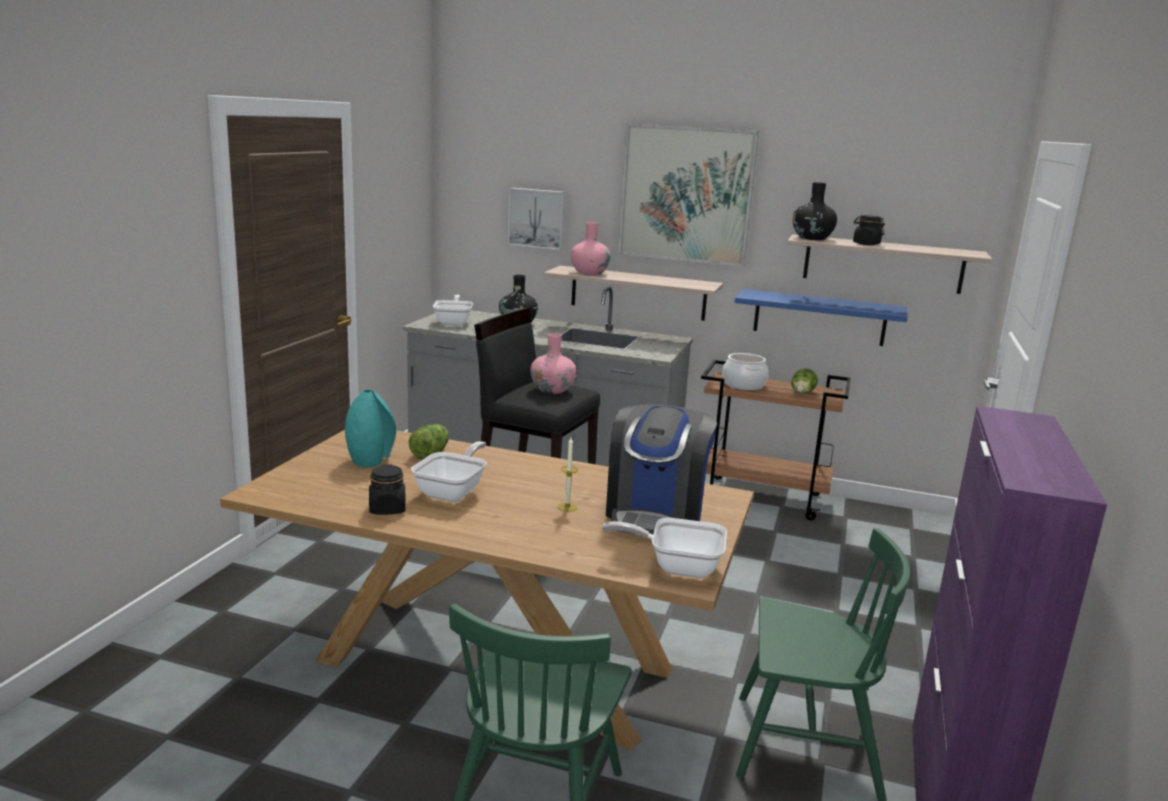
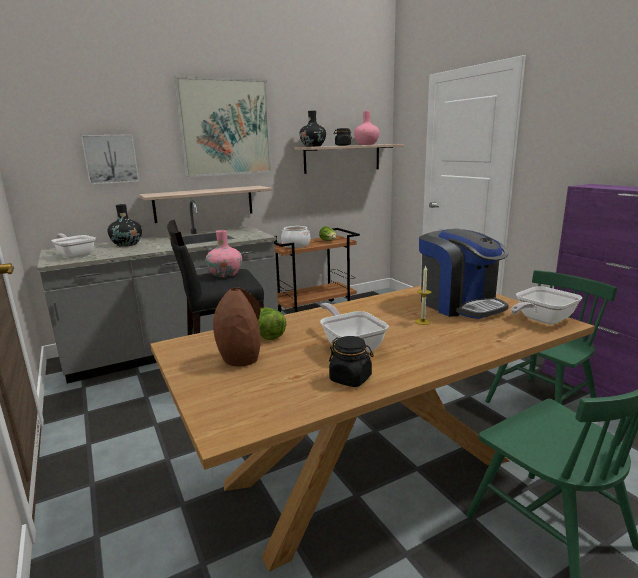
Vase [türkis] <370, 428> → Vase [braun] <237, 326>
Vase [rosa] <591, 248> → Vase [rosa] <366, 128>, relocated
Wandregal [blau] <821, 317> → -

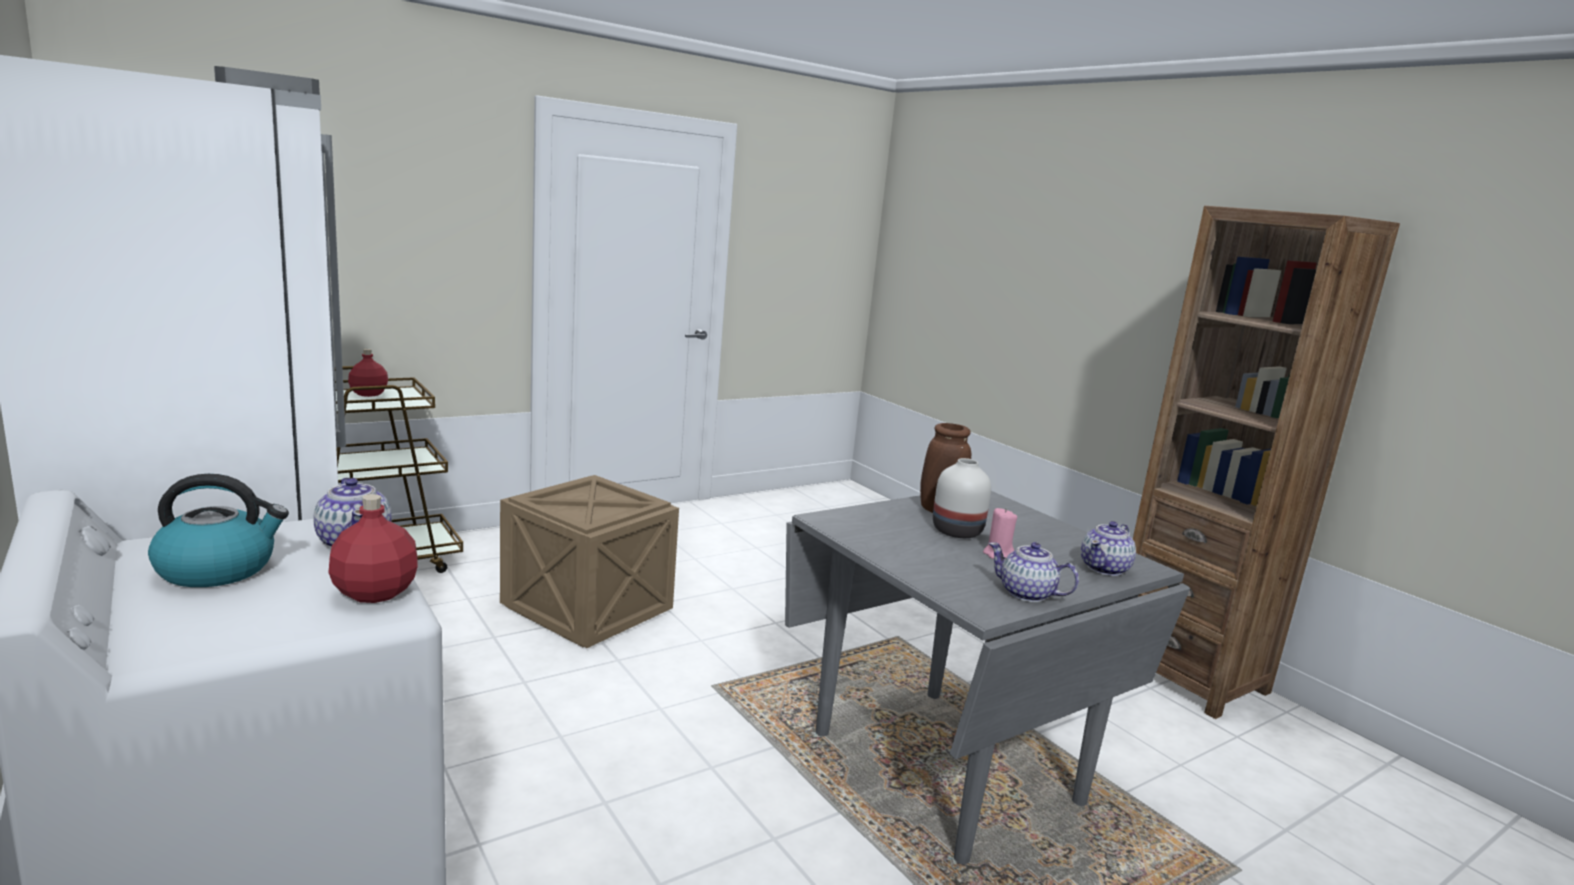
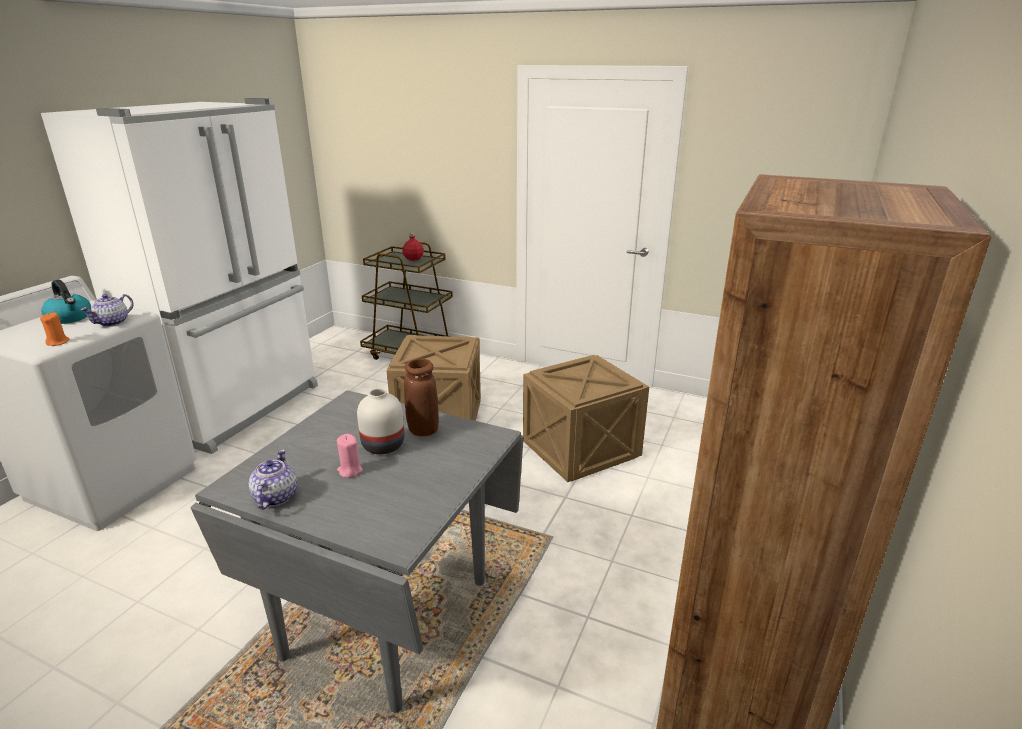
Flasche [rot] <373, 548> → Kerze [orange] <55, 329>
- → Kiste <586, 418>
Teekanne <1108, 548> → -

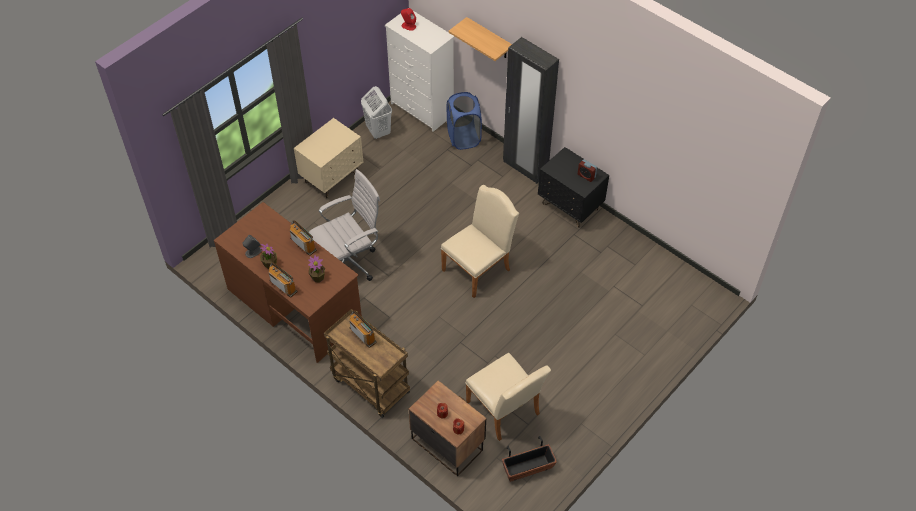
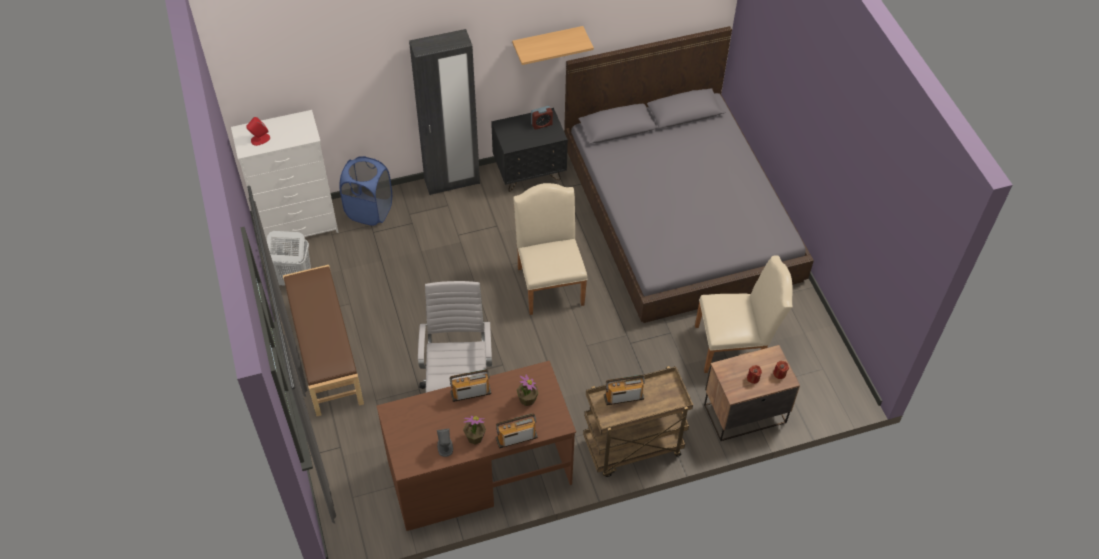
Nachttisch [beige] <328, 158> → Bank [braun] <323, 340>
Wandregal <480, 39> → Wandregal <553, 45>, relocated
- → Bett [grau] <689, 174>
Pflanzkübel <529, 459> → -

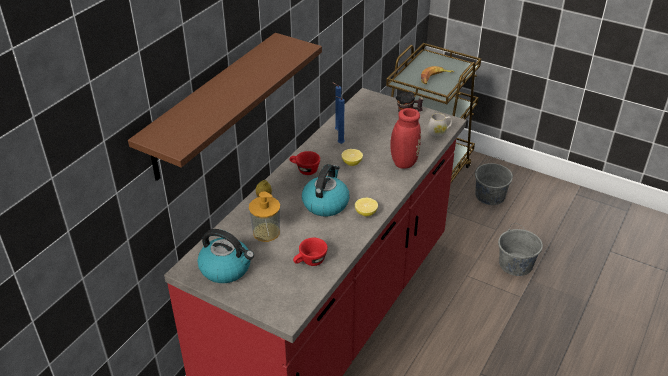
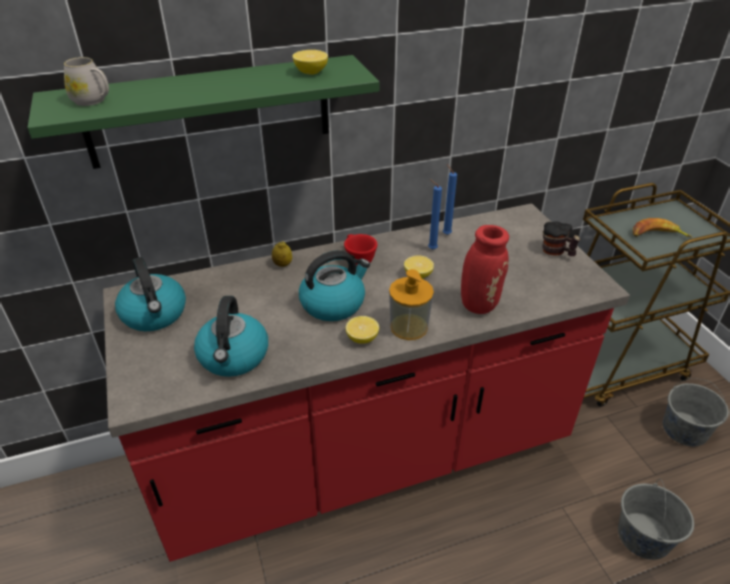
Wandregal [braun] <225, 107> → Wandregal [grün] <203, 112>
Henkelbecher [weiß] <440, 125> → Henkelbecher [weiß] <86, 81>, relocated
Tasse [rot] <310, 252> → Wasserkessel <231, 336>
- → Zitrone <310, 62>
Seifenspender <264, 216> → Seifenspender <411, 304>, relocated

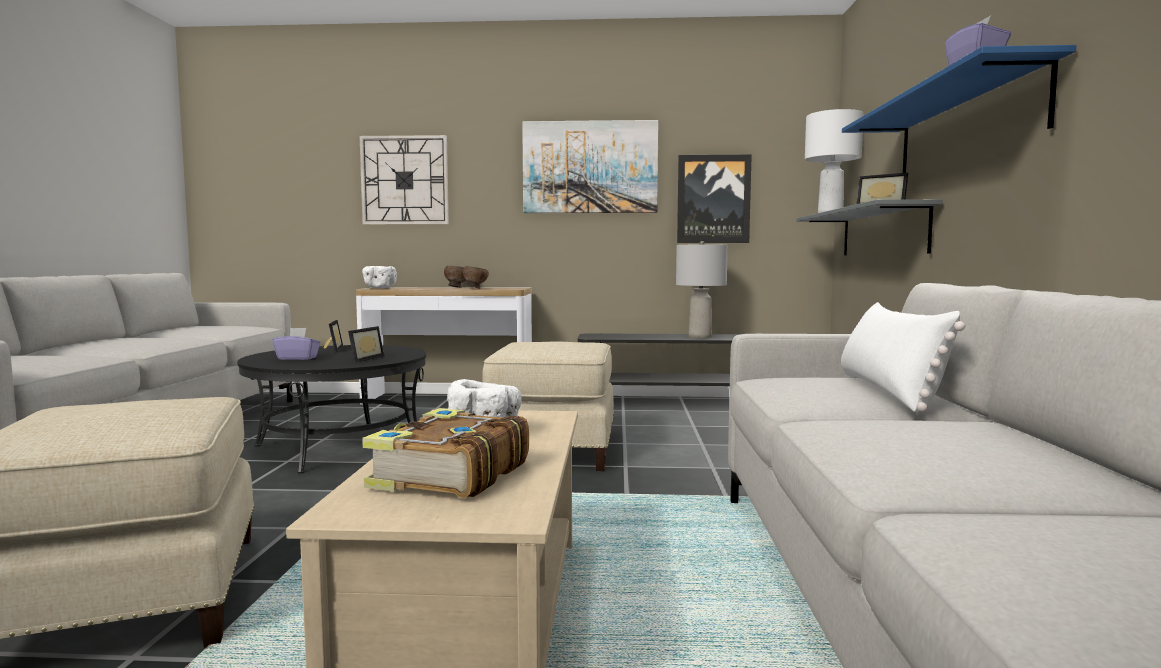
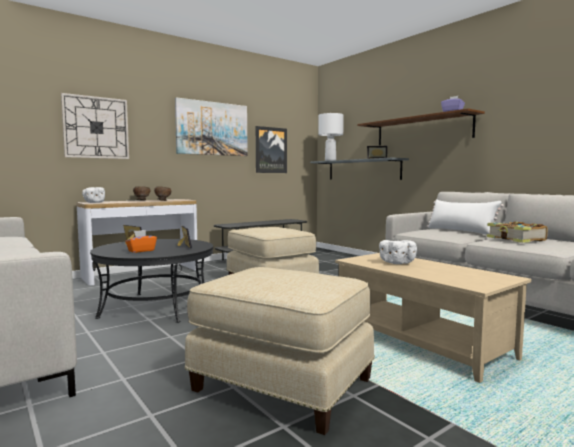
Taschentuchbox [lila] <296, 344> → Taschentuchbox [orange] <141, 241>
Wandregal [blau] <959, 109> → Wandregal [braun] <421, 126>
Buch <445, 453> → Buch <517, 232>, relocated
Tischlampe [grau] <702, 289> → -

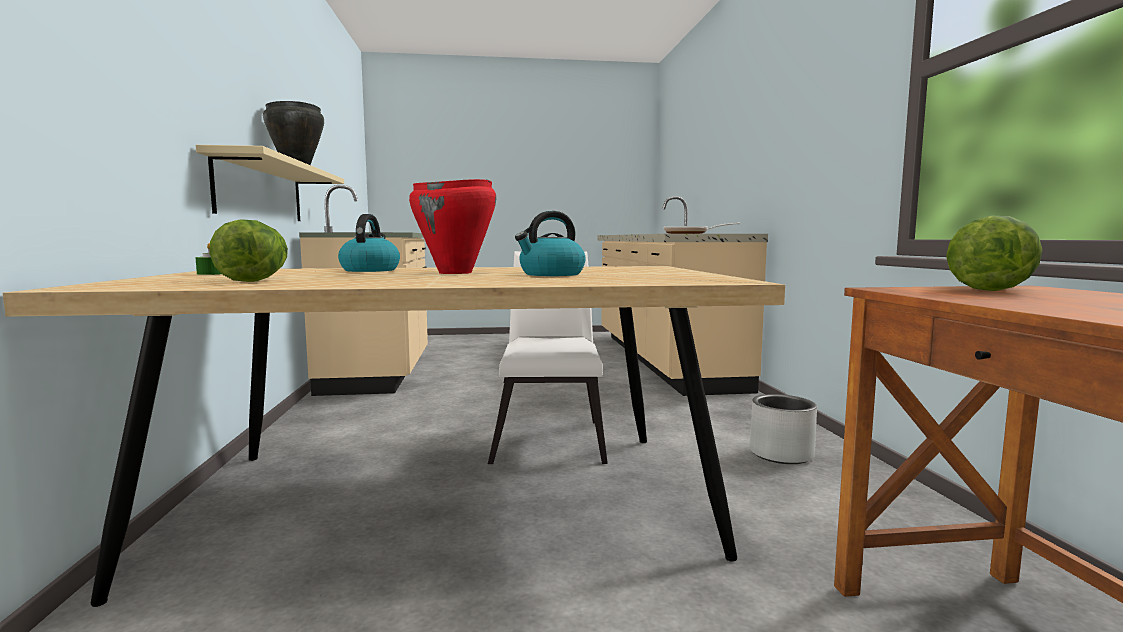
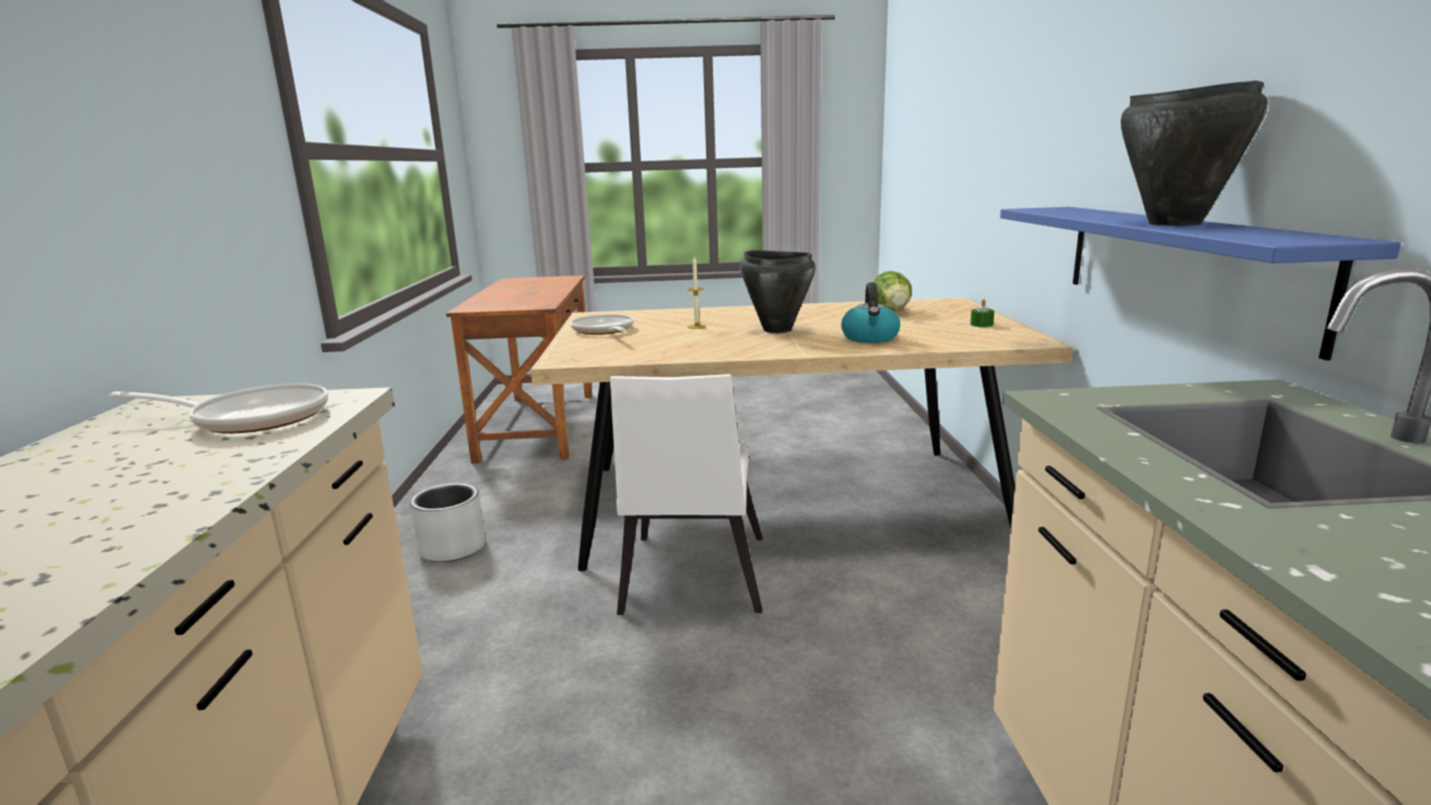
- → Pfanne <602, 324>
Wasserkessel <550, 243> → Kerze <697, 293>
Kochtopf [rot] <452, 226> → Kochtopf [schwarz] <777, 291>
Wandregal [beige] <270, 183> → Wandregal [blau] <1200, 284>
Salatkopf <994, 253> → -

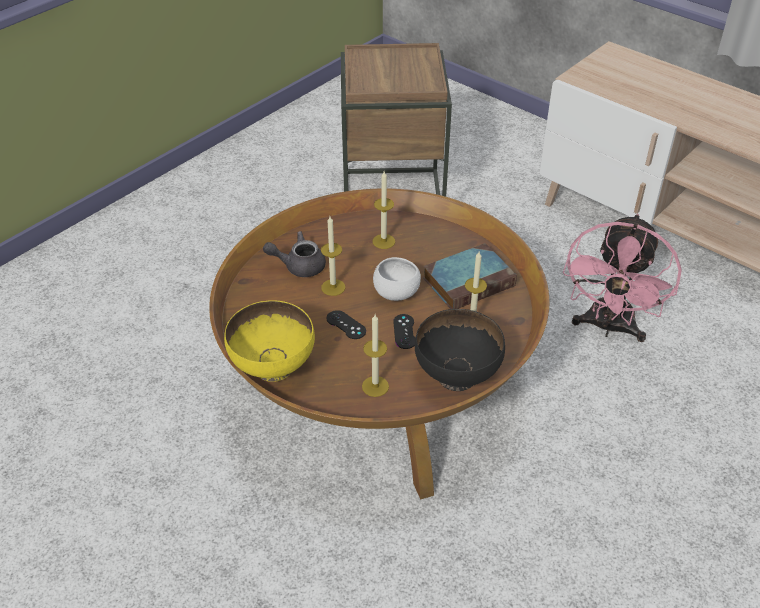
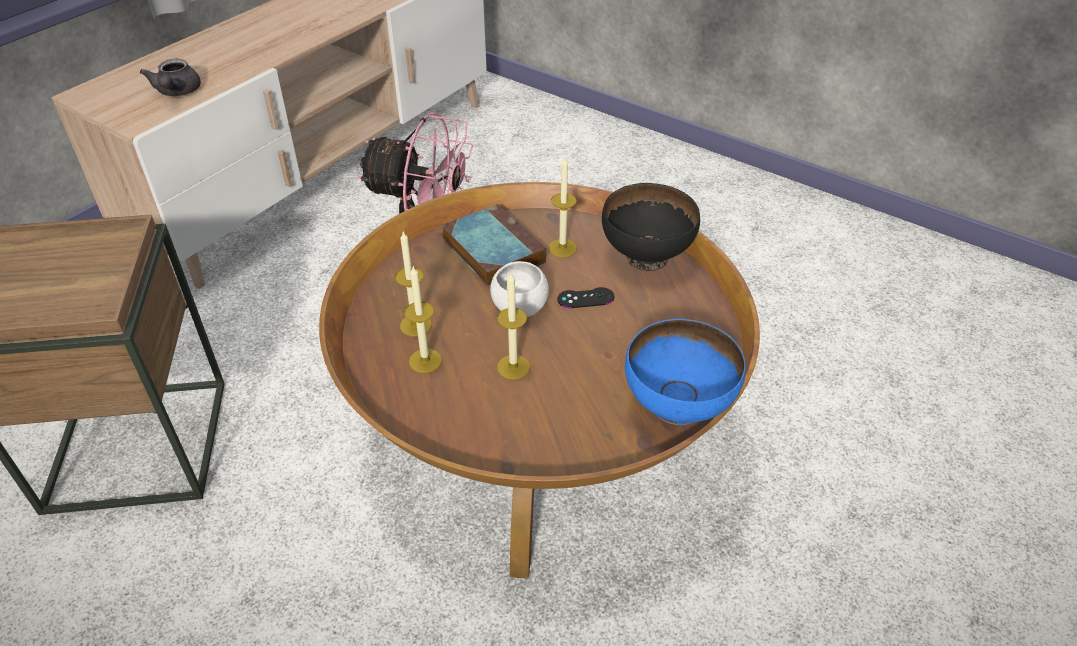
Teekanne [grau] <294, 254> → Teekanne [grau] <170, 77>, relocated
Kerze <375, 355> → Kerze <423, 320>, relocated
Schüssel [gelb] <269, 341> → Schüssel [blau] <685, 372>
Gamepad [schwarz] <346, 324> → -

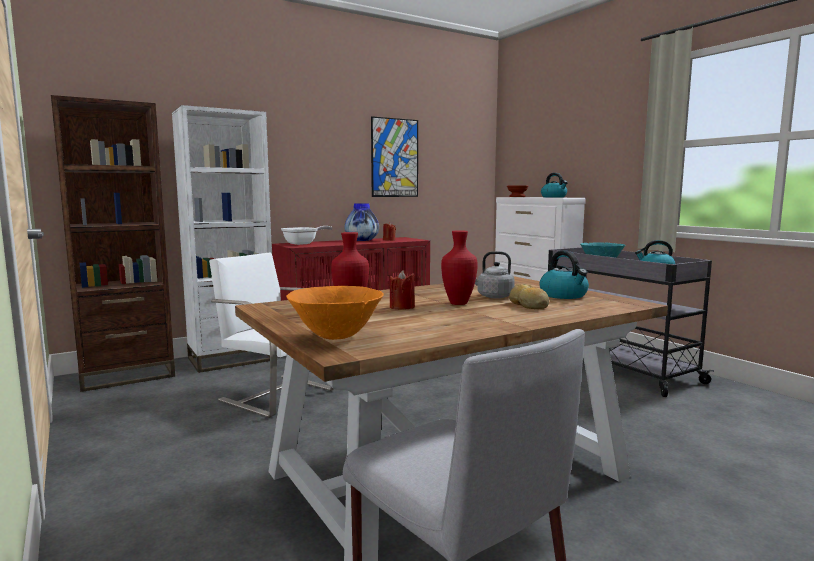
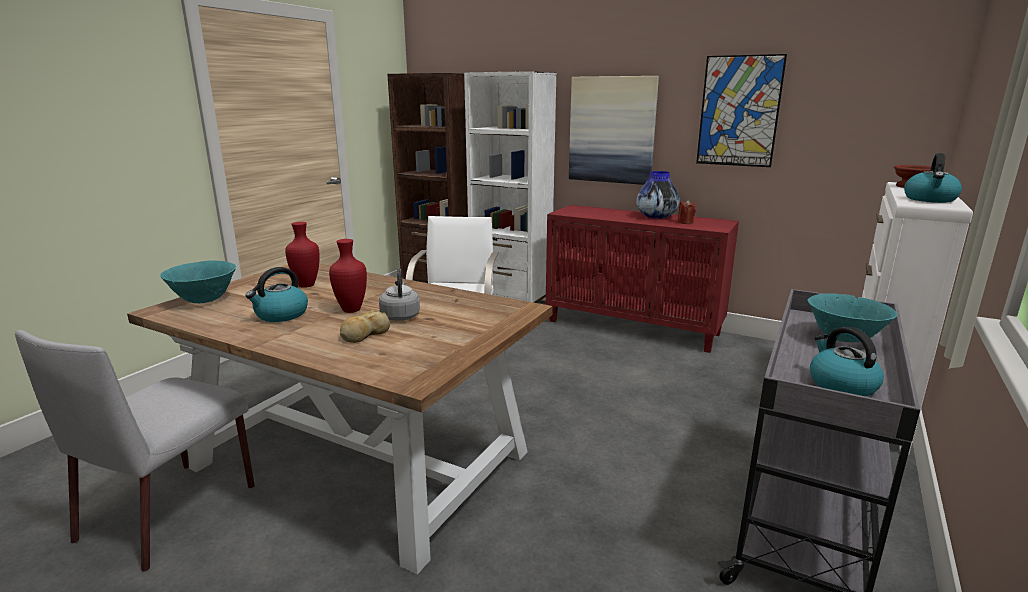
Schüssel [orange] <335, 313> → Schüssel [türkis] <198, 281>
Wasserkessel <564, 275> → Wasserkessel <277, 294>, relocated
- → Bild <614, 130>
Pfanne <306, 235> → -
Kerze [rot] <402, 290> → -

